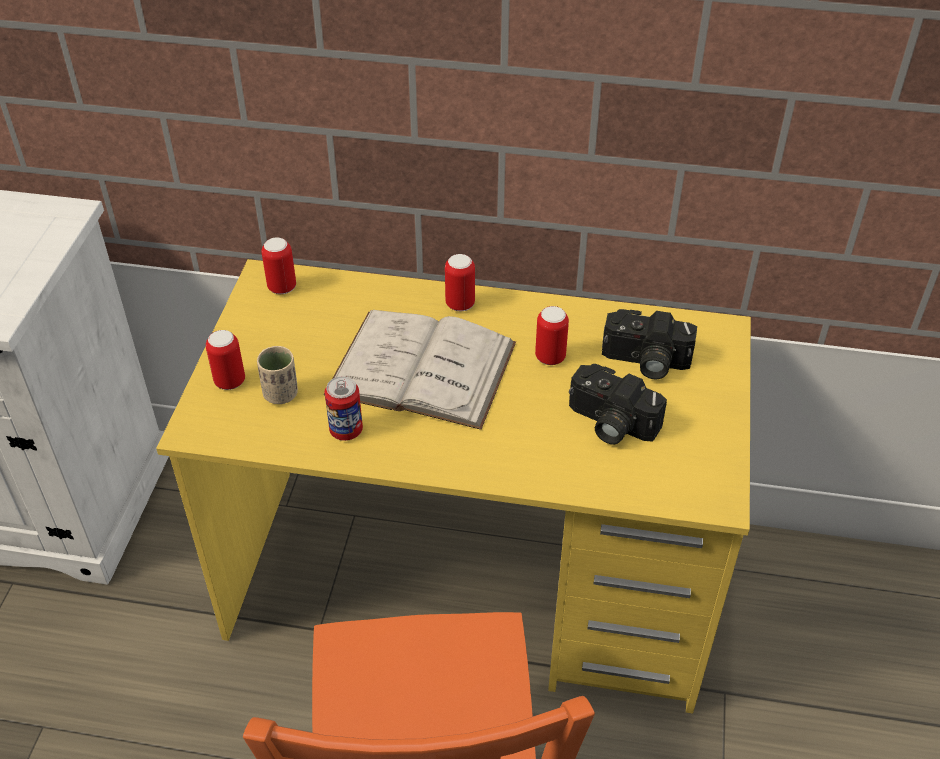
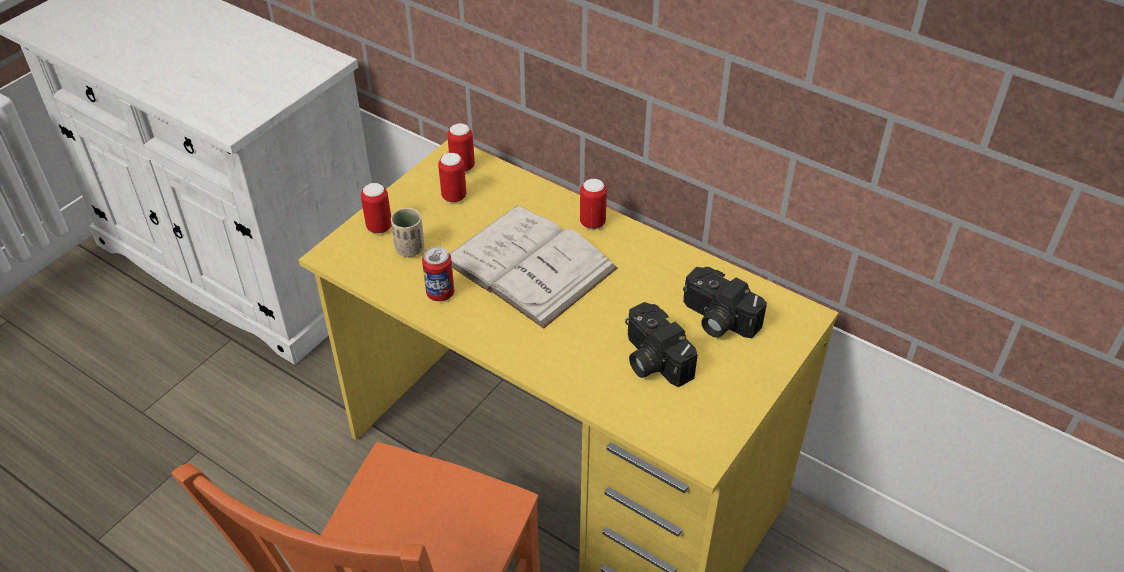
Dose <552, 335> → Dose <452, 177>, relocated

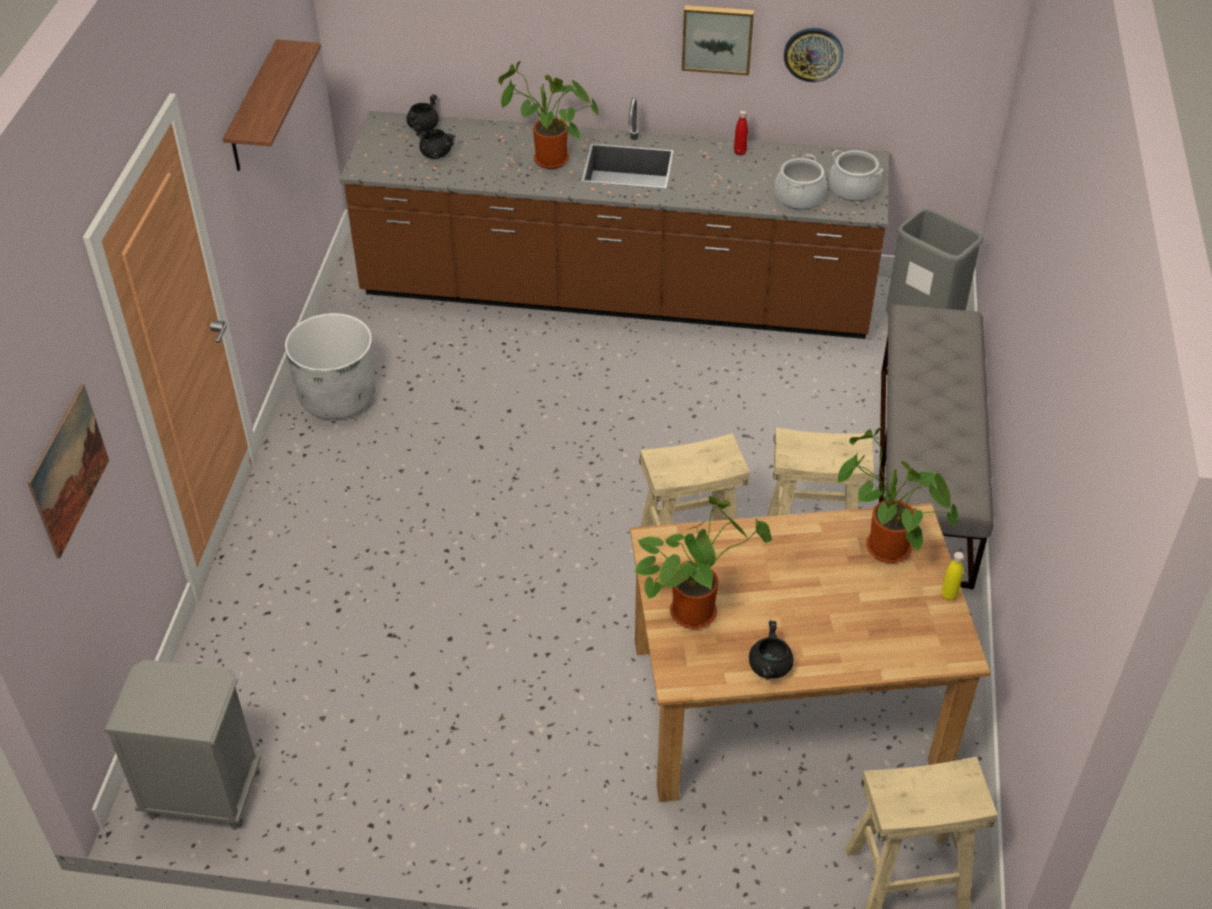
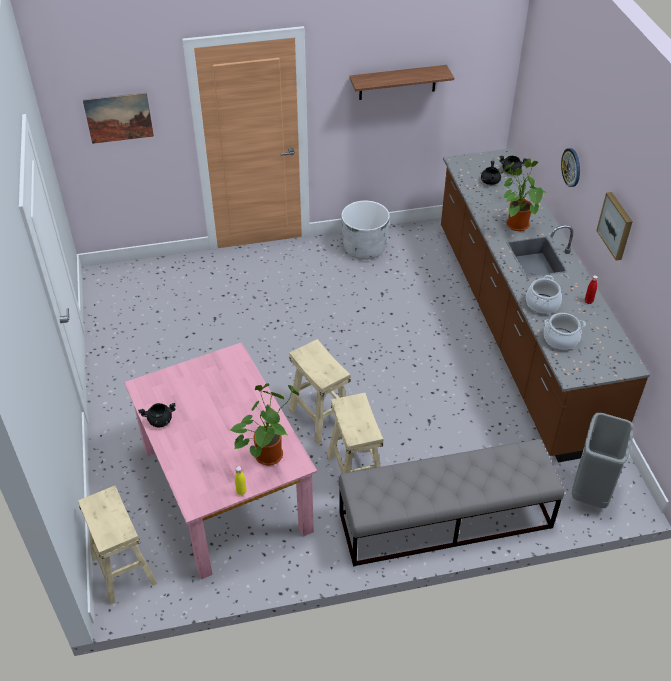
Esstisch [braun] <810, 652> → Esstisch [rosa] <220, 460>
Kochtopf <856, 175> → Kochtopf <544, 294>, relocated
Wanduhr <813, 55> → Wanduhr <570, 167>, relocated
Nachttisch [grau] <182, 745> → -
Topfpflanze <703, 562> → -

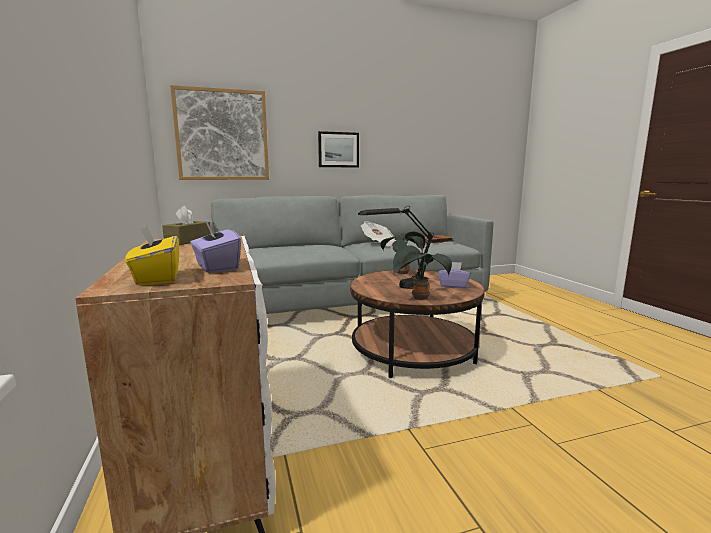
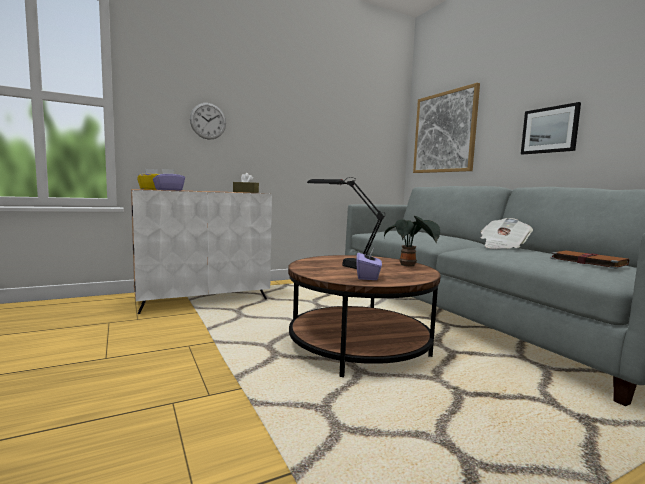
- → Wanduhr <208, 121>
Topfpflanze <422, 273> → -

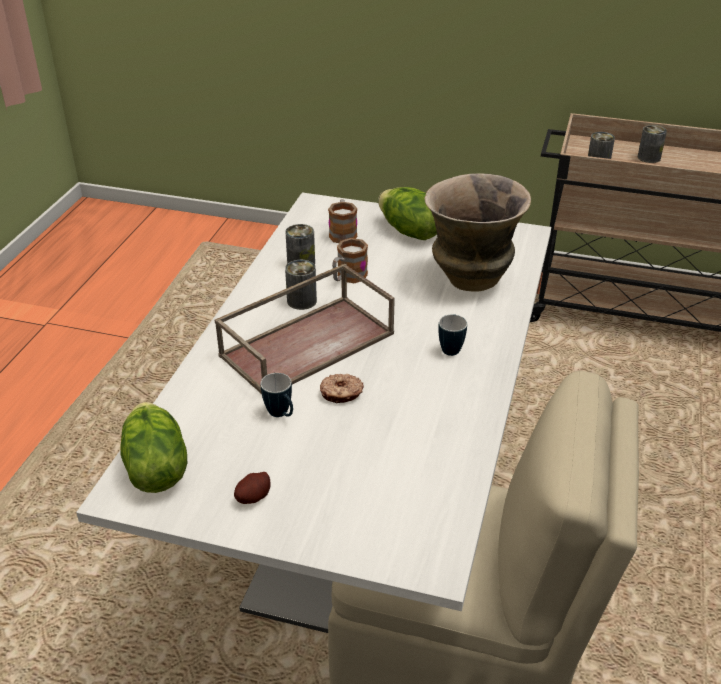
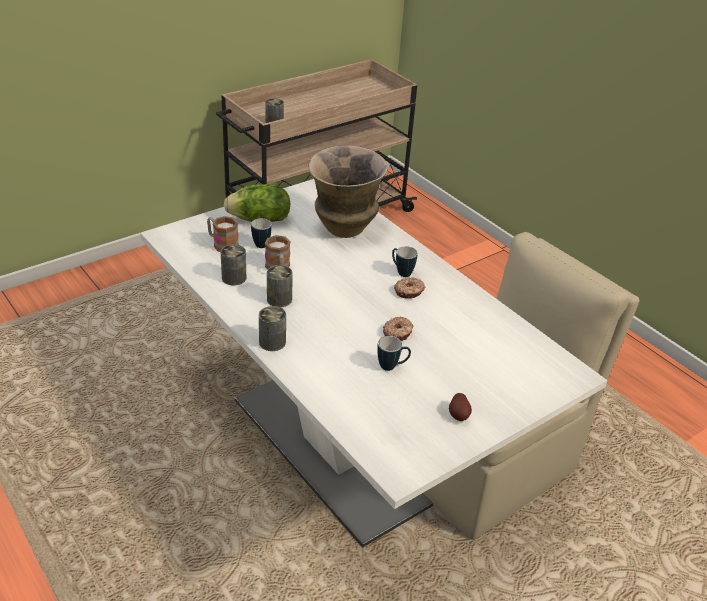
- → Henkelbecher <261, 233>
Dose <652, 144> → Dose <272, 328>, relocated
- → Donut <409, 288>
Salatkopf <153, 447> → -
Tablett [braun] <305, 329> → -

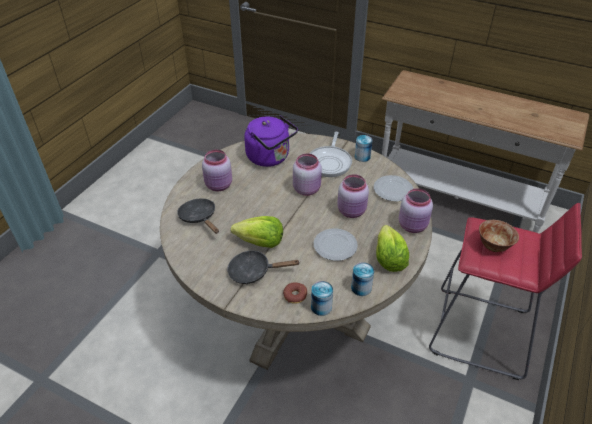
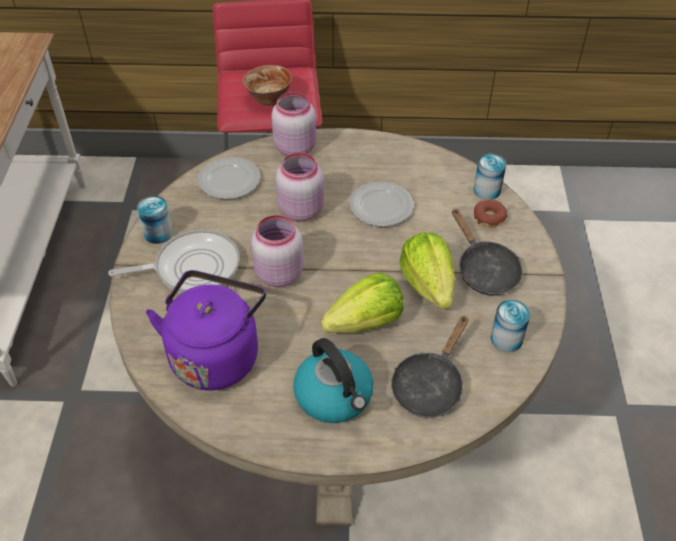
Vorratsglas [rosa] <217, 170> → Wasserkessel <333, 380>
Salatkopf <392, 248> → Salatkopf <362, 303>, relocated
Dose <362, 279> → Dose <510, 326>, relocated

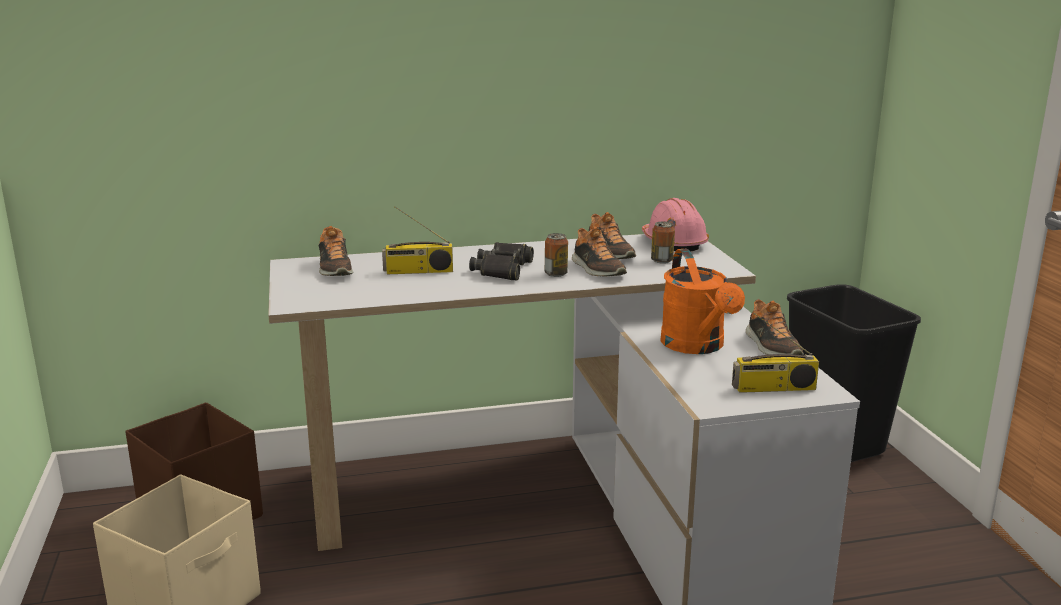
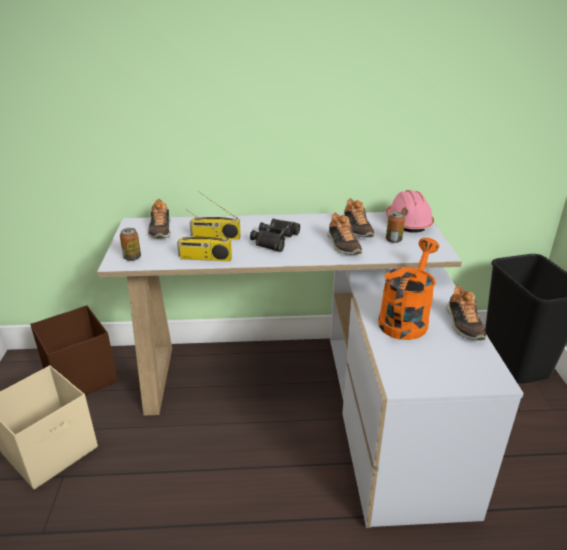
Dose <556, 255> → Dose <130, 244>, relocated
Radio <775, 353> → Radio <204, 235>, relocated
Gießkanne [orange] <702, 301> → Gießkanne [orange] <408, 289>, 150 degrees counterclockwise

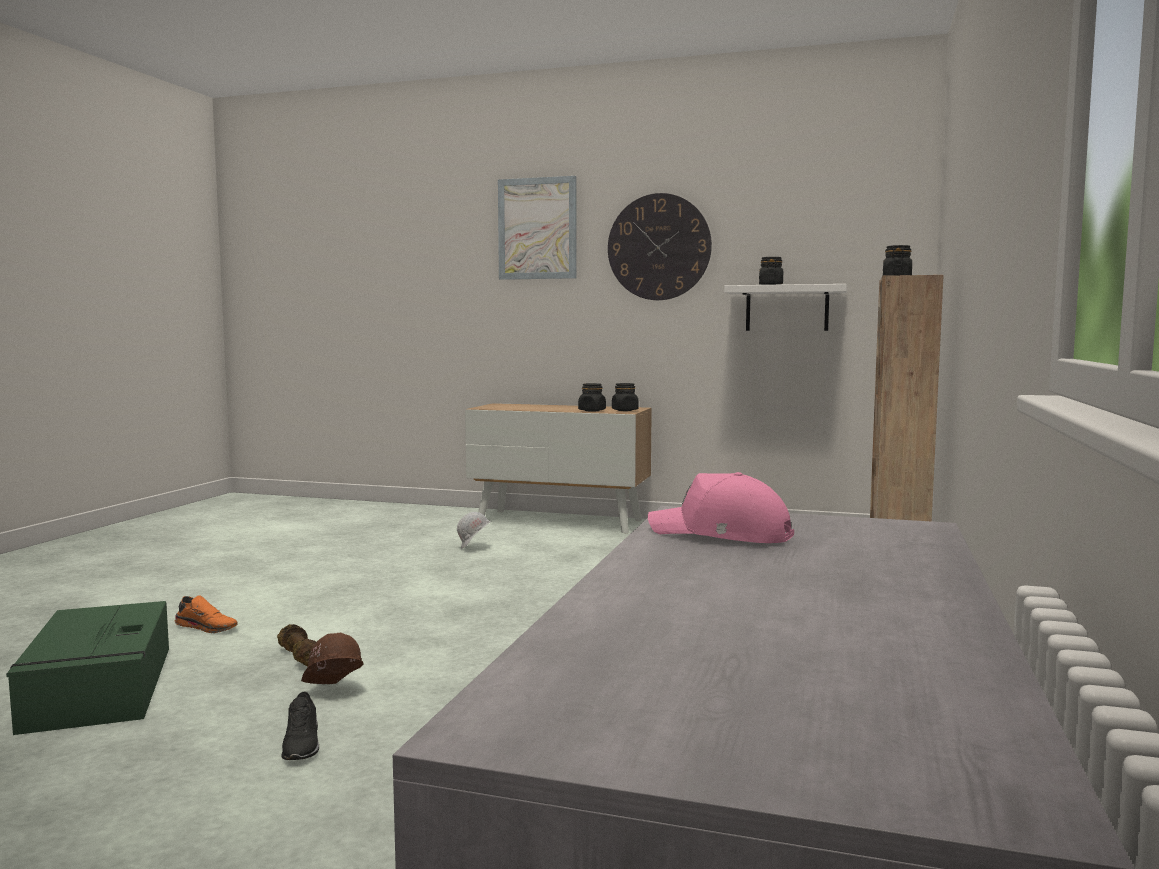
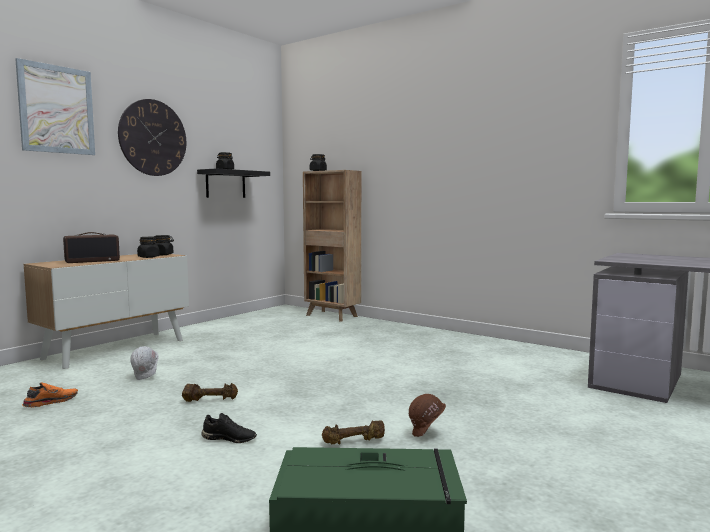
Schuh [orange] <206, 614> → Schuh [orange] <50, 395>, relocated
- → Radio <91, 247>
- → Hantel [braun] <210, 392>
Wandregal [weiß] <785, 307> → Wandregal [schwarz] <233, 183>
Schuh [schwarz] <300, 726> → Schuh [schwarz] <229, 428>, relocated
Kappe [rosa] <721, 507> → -

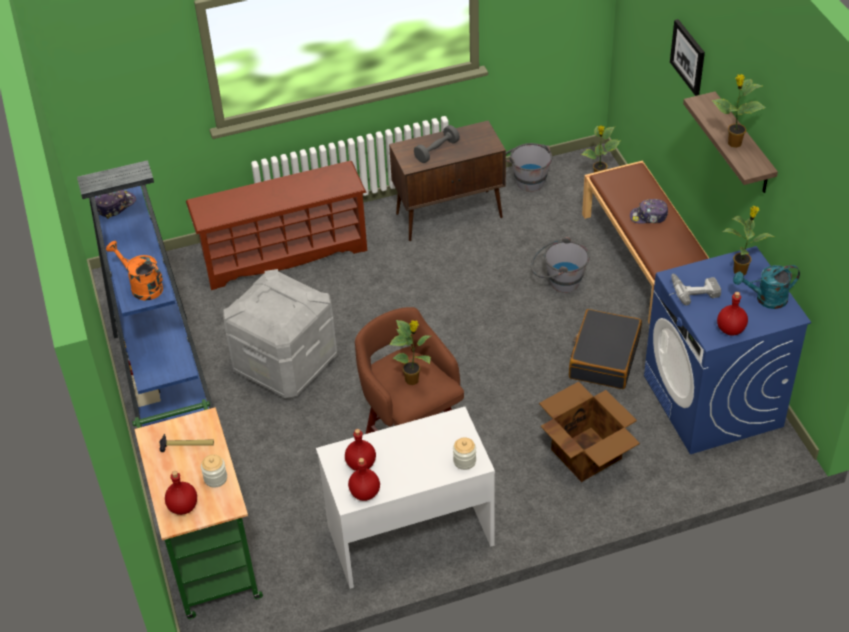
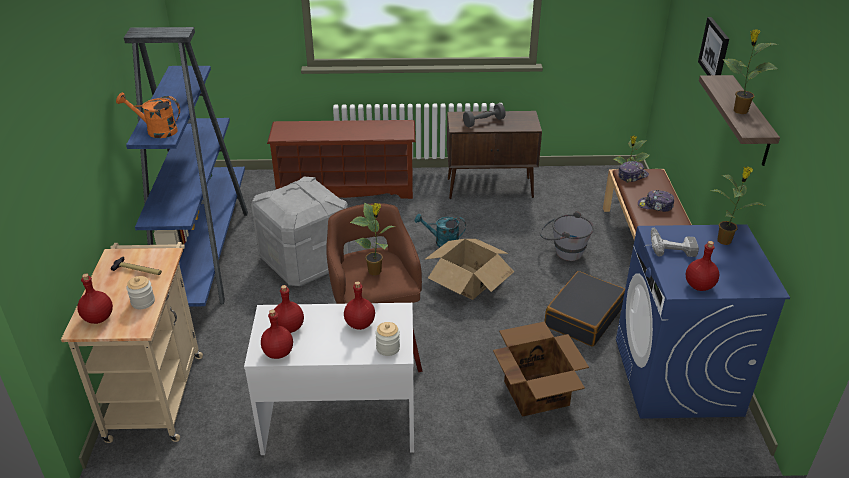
Rollwagen [grün] <197, 509> → Rollwagen [beige] <132, 342>
Gießkanne [orange] <134, 271> → Gießkanne [orange] <148, 115>, 45 degrees counterclockwise
- → Flasche [rot] <359, 305>
Gießkanne [türkis] <766, 287> → Gießkanne [türkis] <440, 230>, relocated
- → Karton <469, 269>
Kappe <115, 204> → Kappe <633, 172>, relocated
Eimer [grau] <529, 167> → -

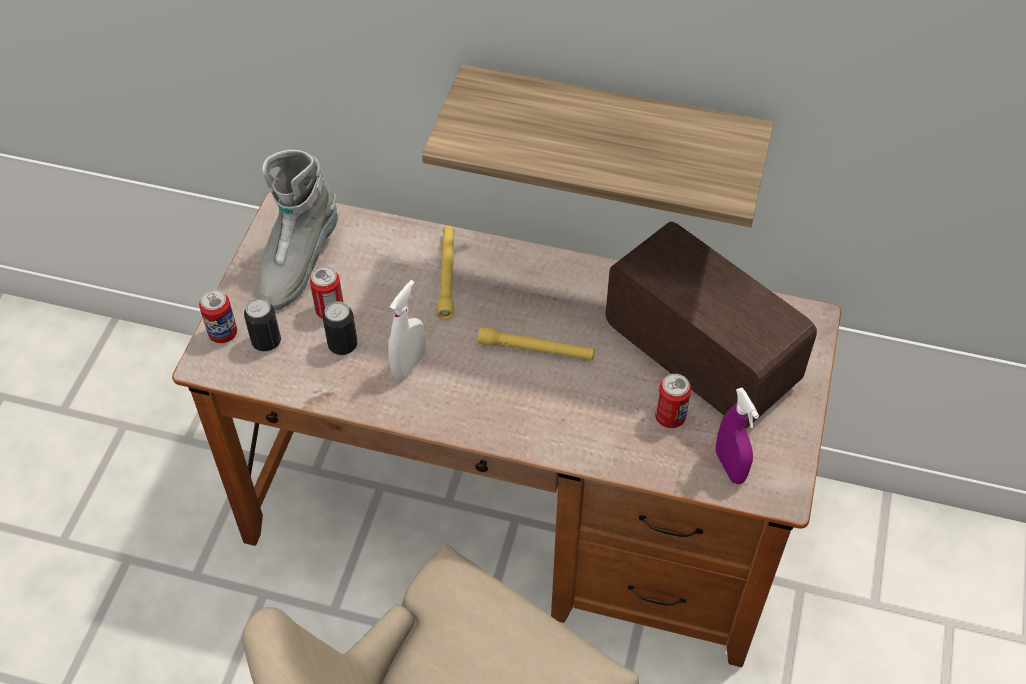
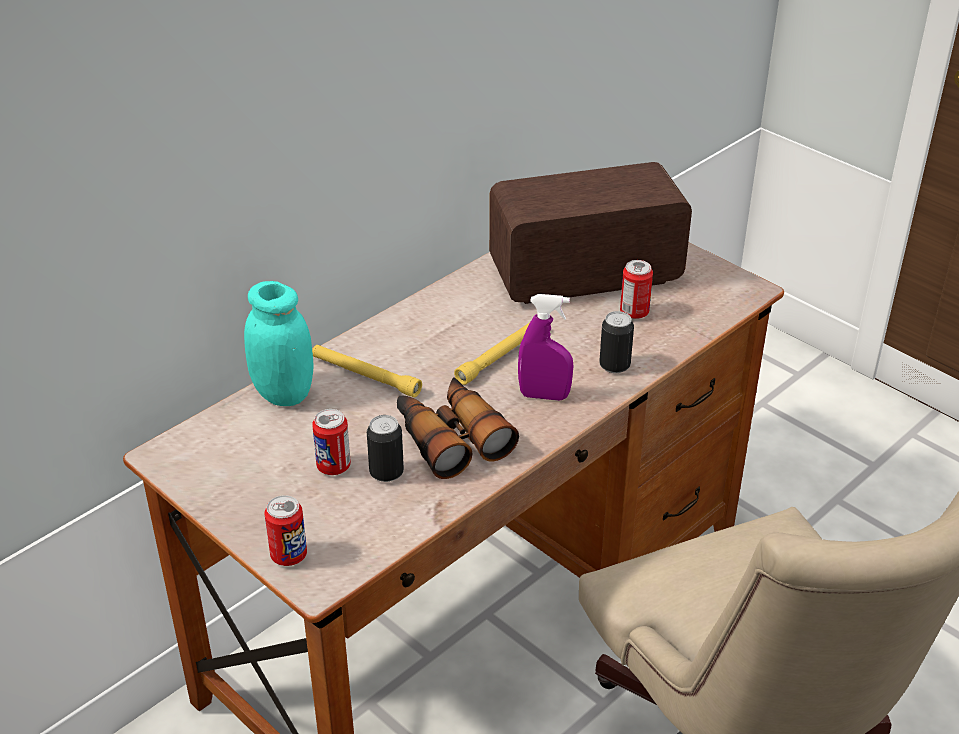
- → Vorratsglas [türkis] <278, 343>
Sprühflasche [weiß] <406, 330> → Fernglas <458, 428>
Sprühflasche [lila] <737, 436> → Sprühflasche [lila] <545, 347>, relocated
Dose <262, 325> → Dose <616, 342>, relocated
Stiefel [grau] <298, 230> → -
Wandregal <598, 145> → -

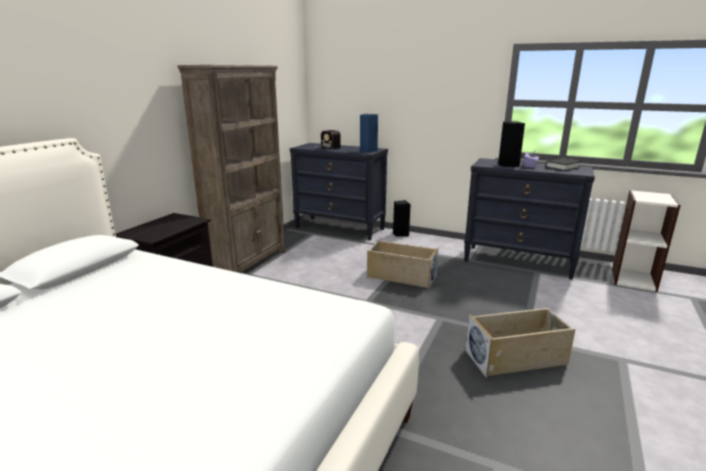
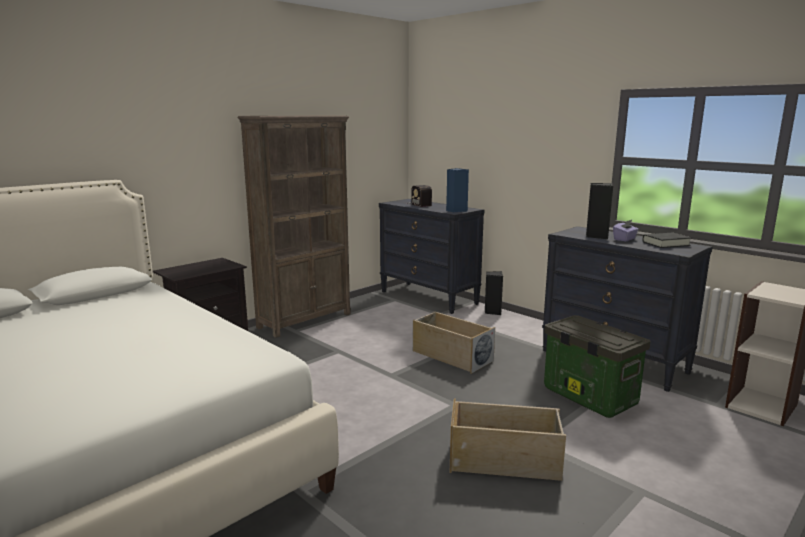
- → Aufbewahrungsbox <597, 366>

